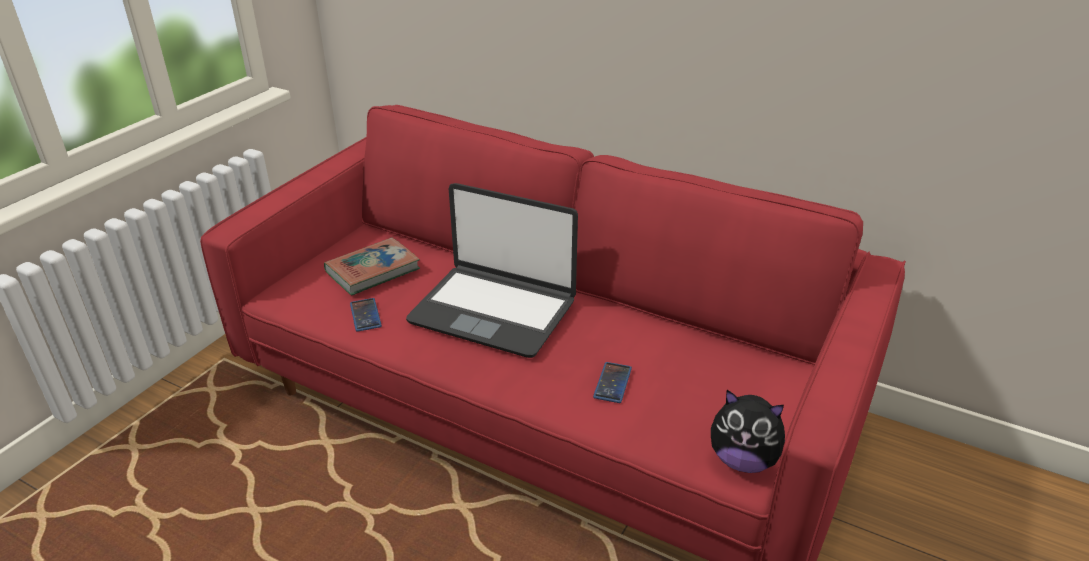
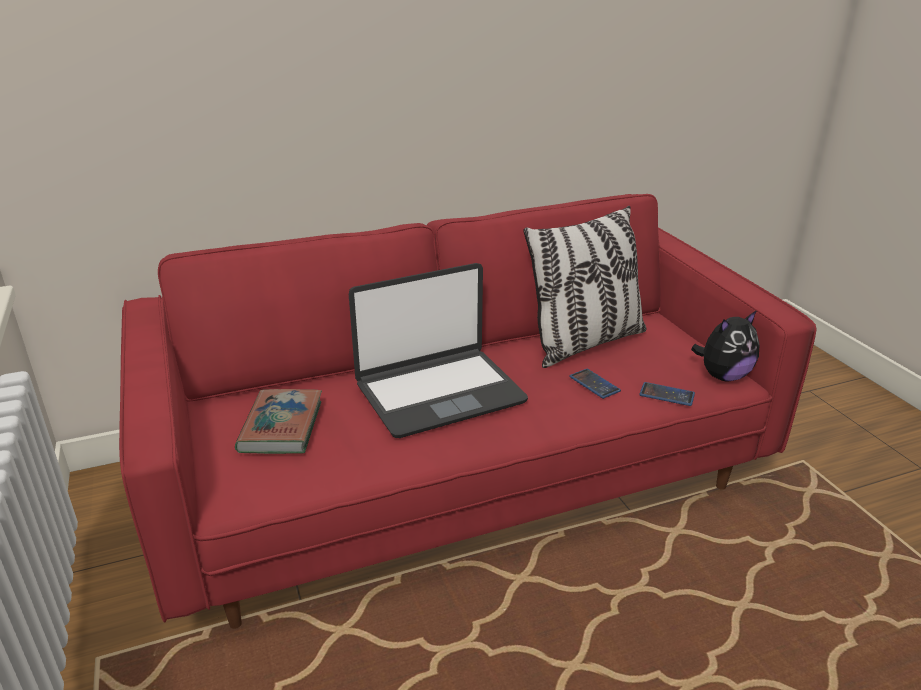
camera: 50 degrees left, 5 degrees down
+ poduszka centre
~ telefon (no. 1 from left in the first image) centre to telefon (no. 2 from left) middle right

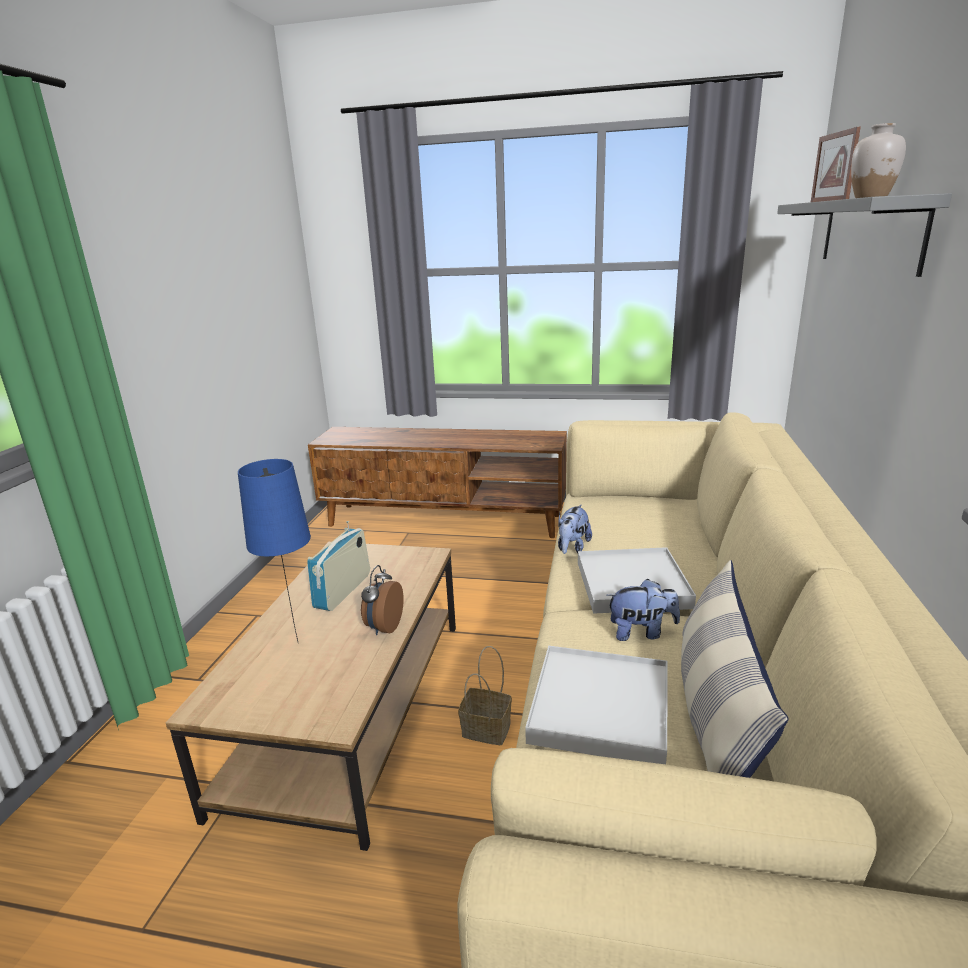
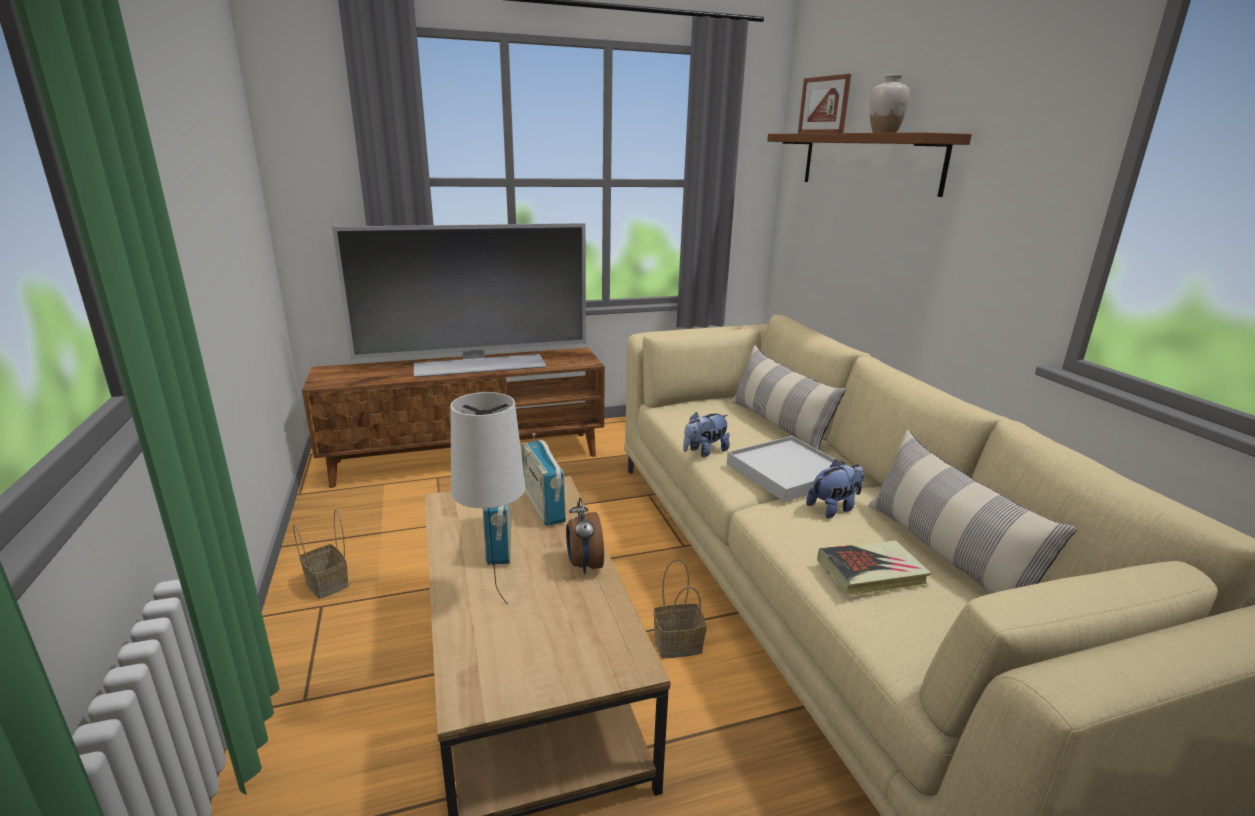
camera: 30 degrees left, 0 degrees up
+ koszyk (no. 1 from left) bottom left
+ telewizor centre
~ lampa stołowa/niebieski middle left to lampa stołowa/biały centre
+ radio (no. 2 from left) centre
~ pluszak (no. 1 from left) centre = centre 60 degrees clockwise
+ poduszka (no. 1 from left) centre
~ półka/szary top right to półka/brązowy top right
~ taca/biały (no. 1 from left) bottom centre to książka bottom right

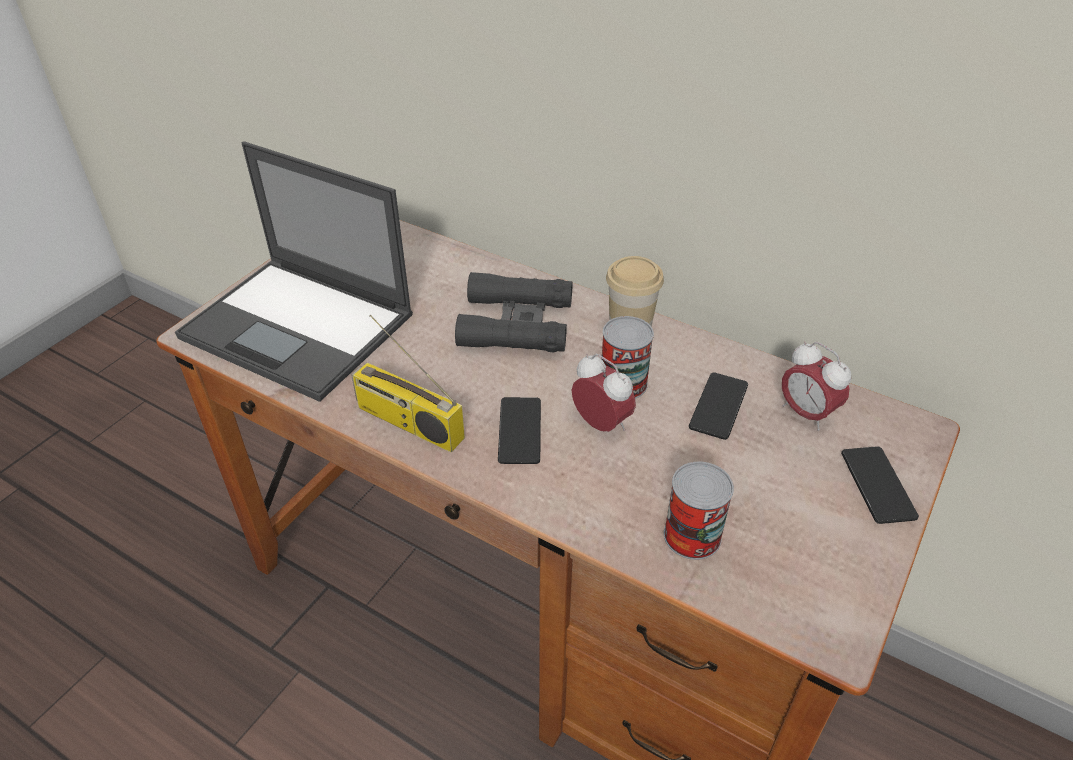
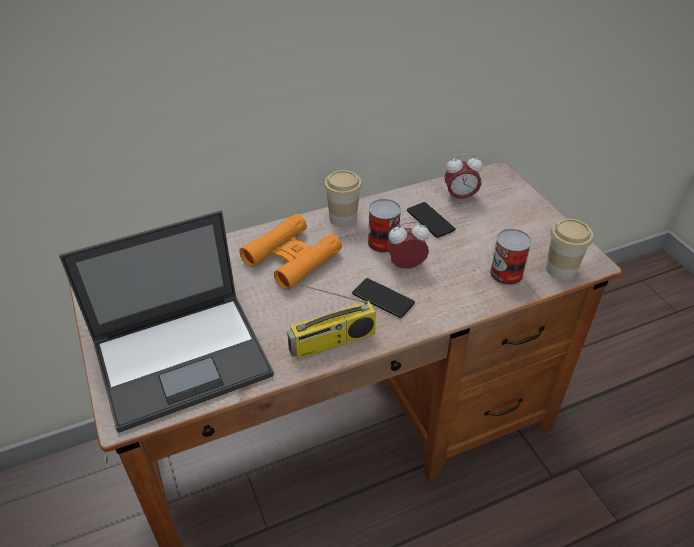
camera: 55 degrees left, 0 degrees up
~ lornetka/czarny centre to lornetka/pomarańczowy centre
+ filiżanka (no. 2 from left) middle right
- telefon (no. 3 from left) middle right

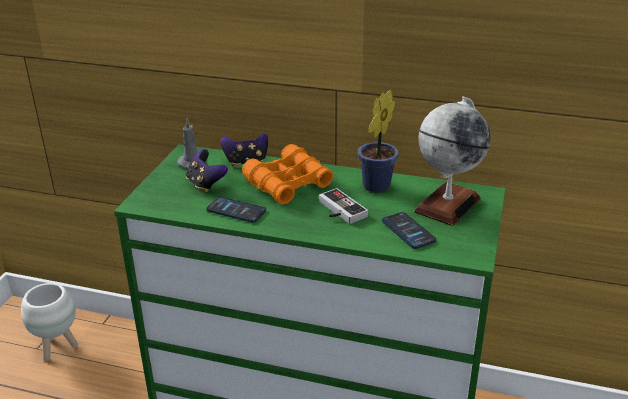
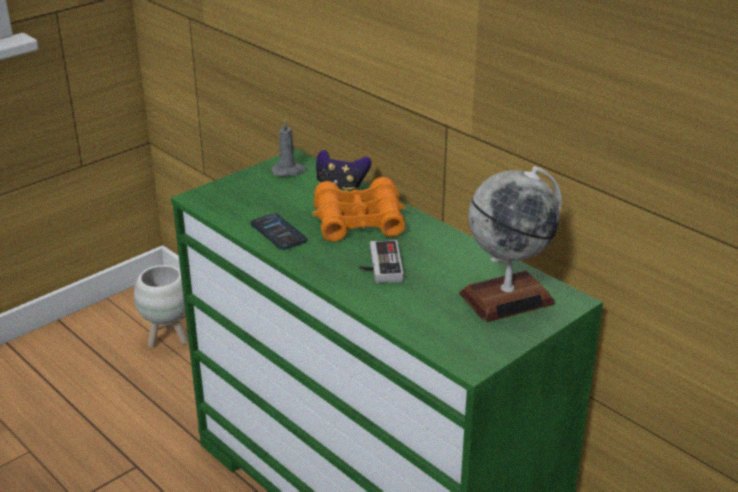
camera: 30 degrees right, 0 degrees up
- pad do gier (no. 1 from left) middle left
- roślina doniczkowa centre
- telefon (no. 2 from left) centre

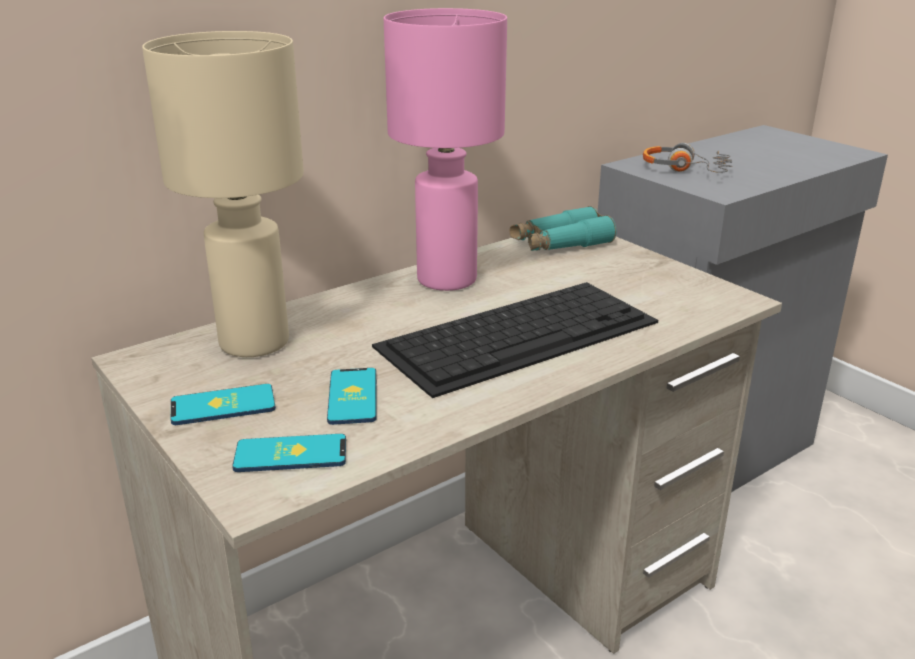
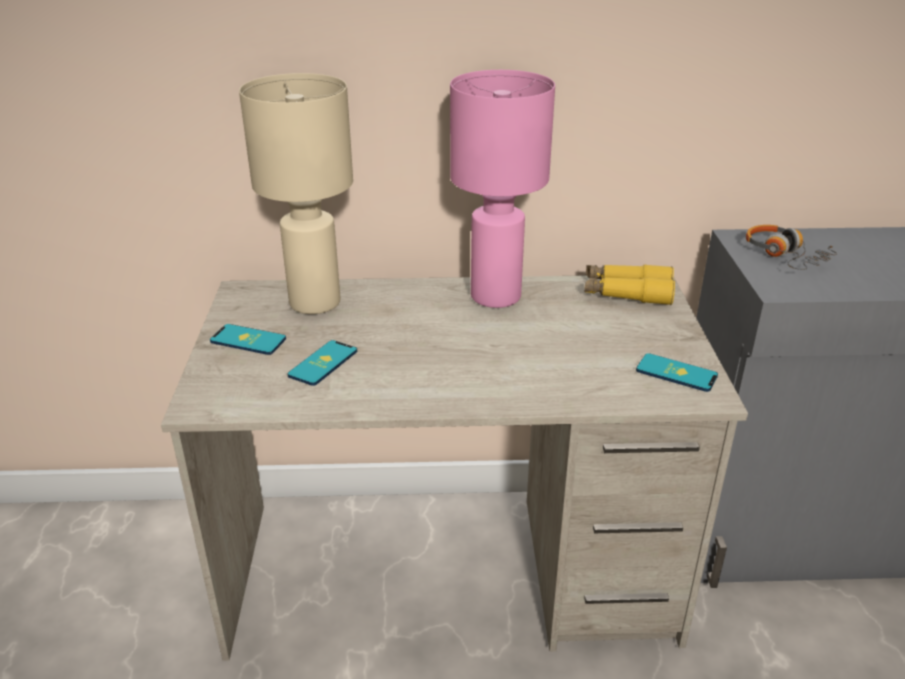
camera: 35 degrees right, 5 degrees up
~ lornetka/turkusowy centre to lornetka/żółty middle right
~ telefon (no. 2 from left in the first image) bottom left to telefon (no. 3 from left) middle right
- klawiatura centre

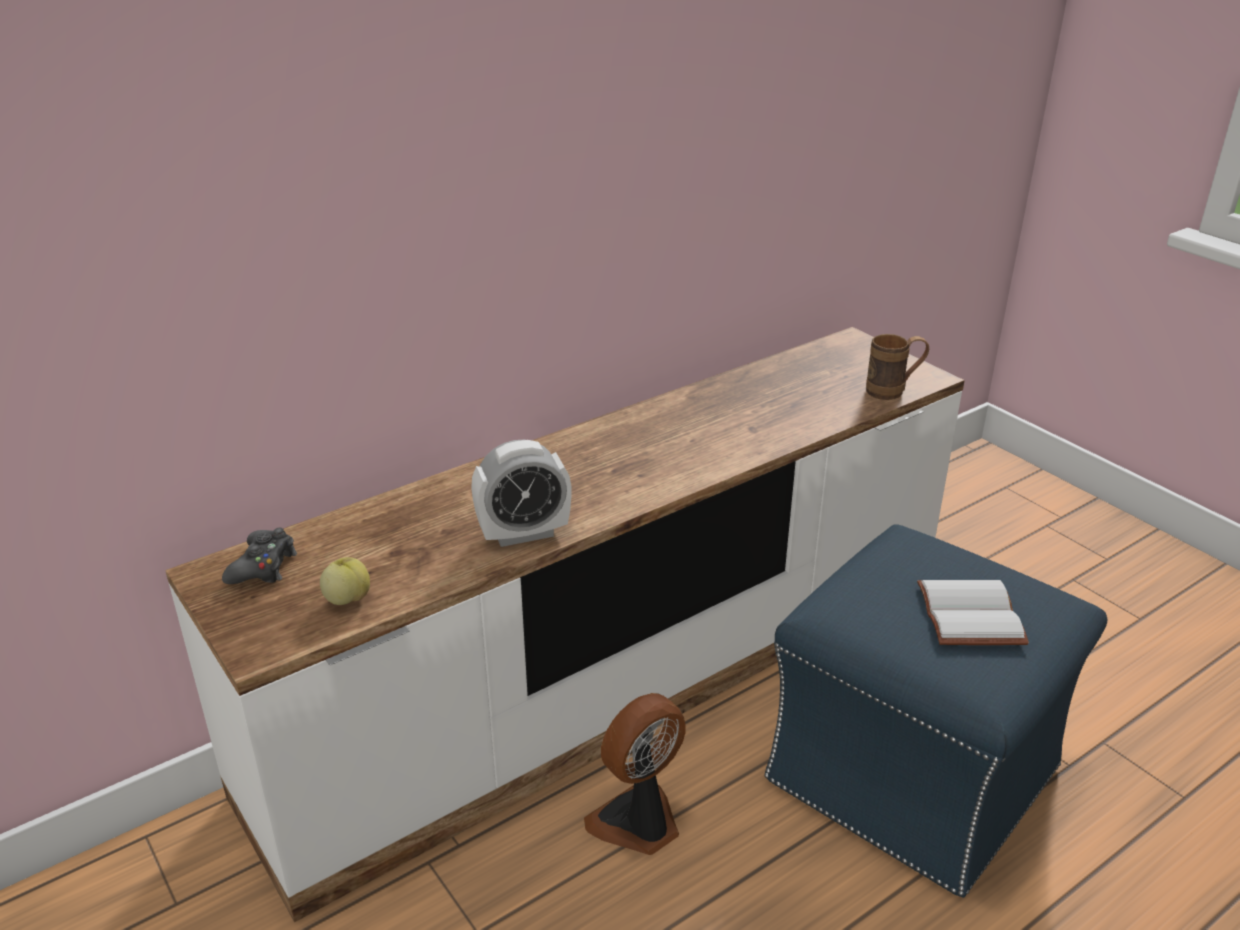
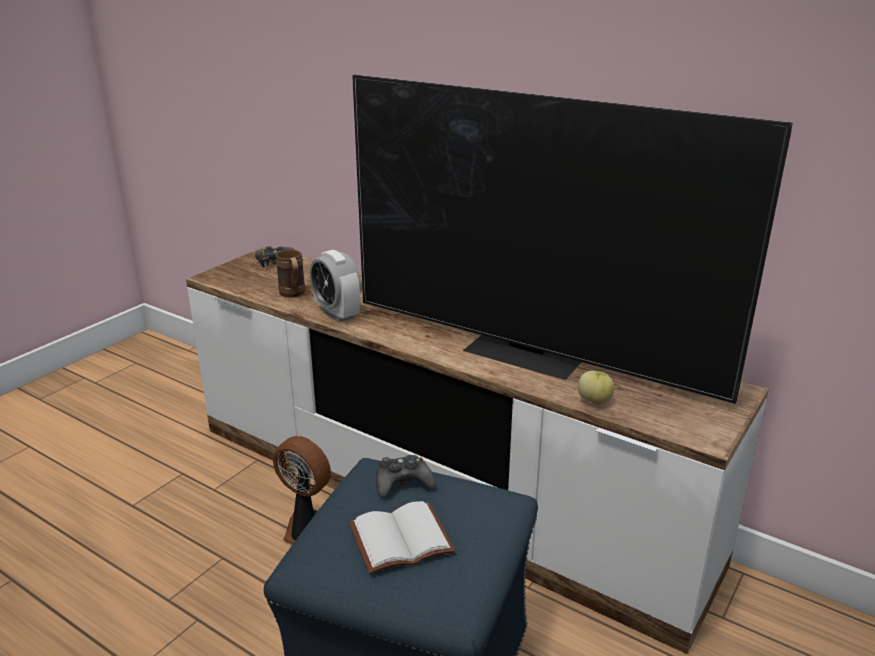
camera: 70 degrees right, 5 degrees down
~ kubek/brązowy middle right to middle left
+ telewizor centre
+ pad do gier/czarny (no. 2 from left) bottom centre
~ jabłko middle left to middle right

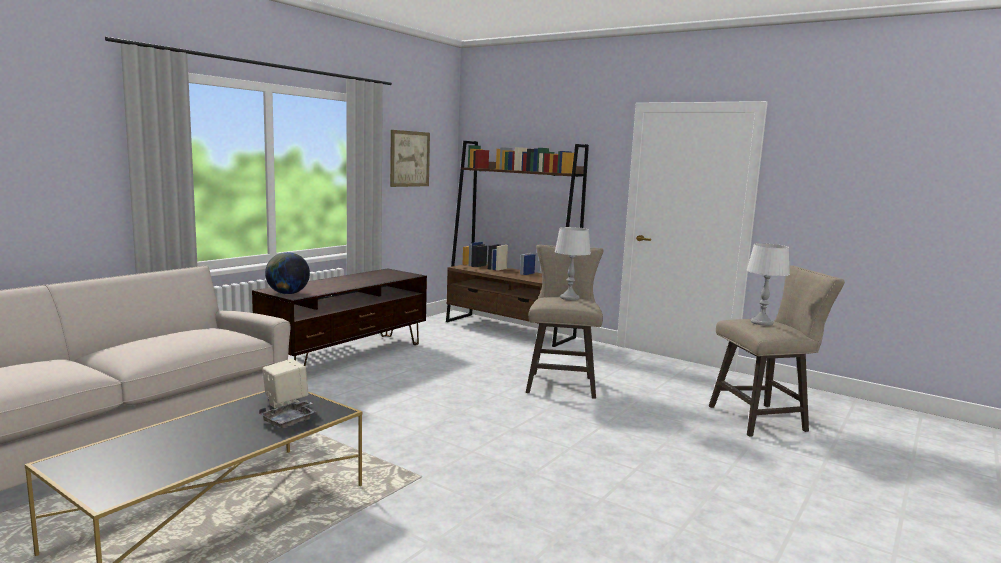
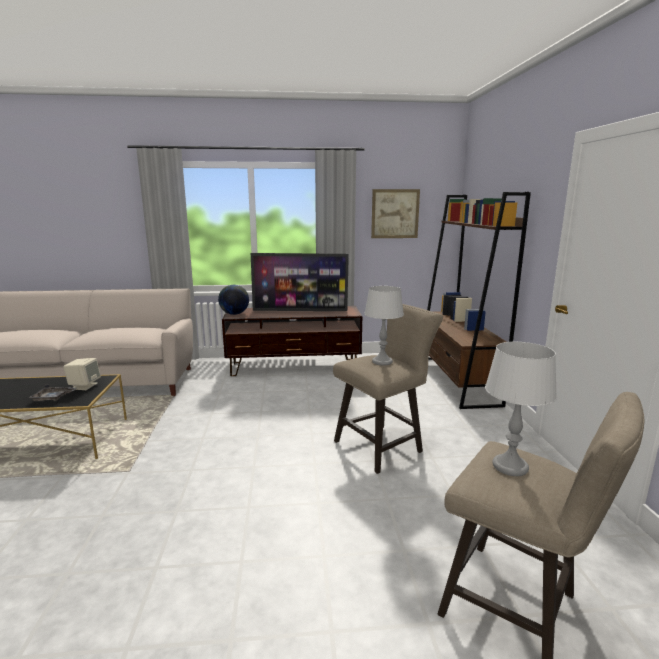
camera: 50 degrees right, 5 degrees up
+ telewizor centre

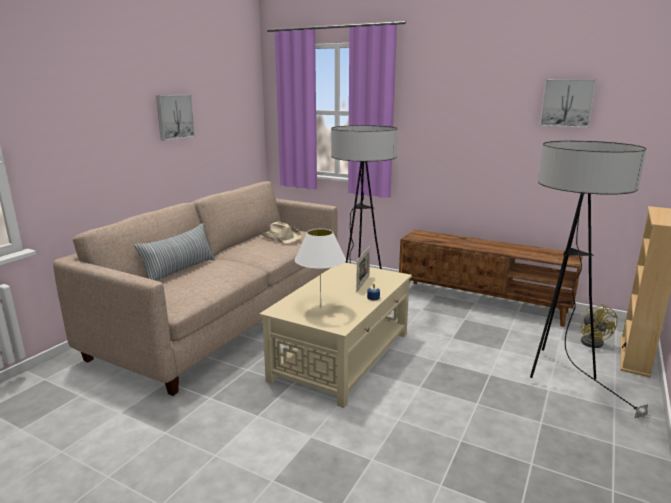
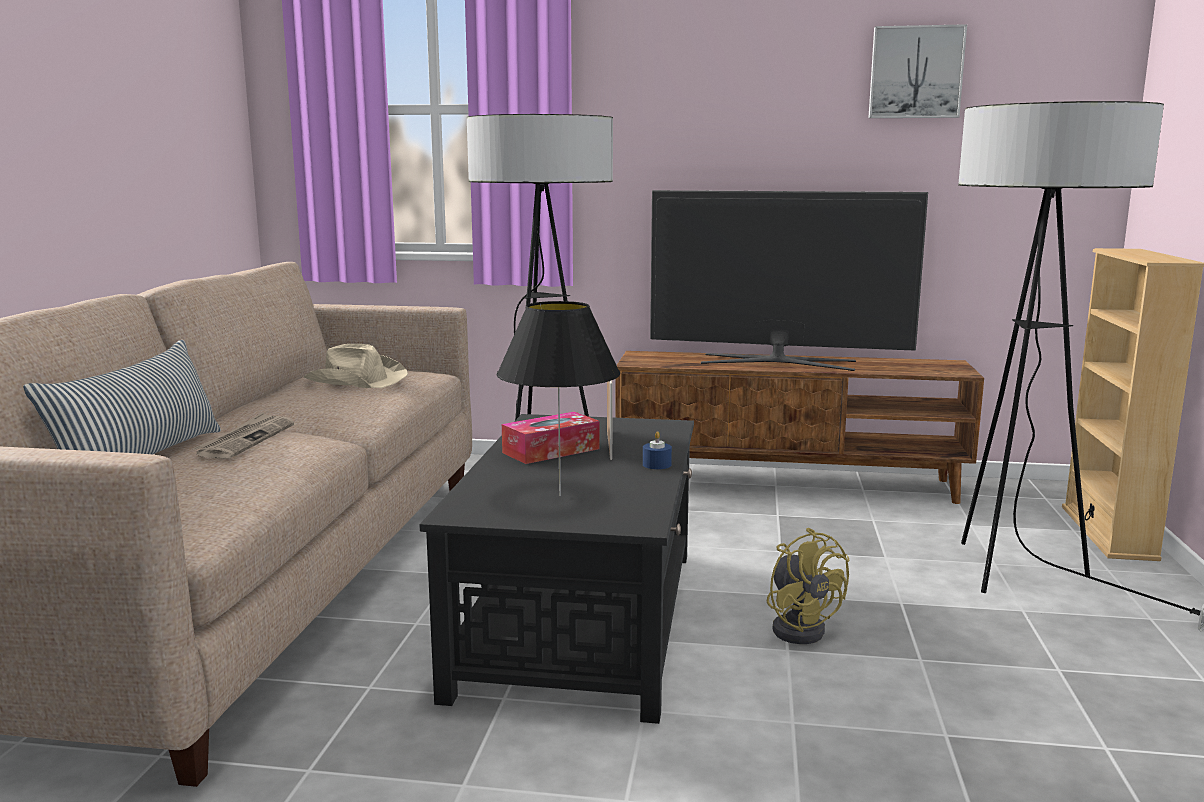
camera: 20 degrees left, 5 degrees down
+ gazeta middle left
~ ława/beżowy centre to ława/czarny bottom centre
~ lampa stołowa/biały centre to lampa stołowa/czarny centre
+ pudełko chusteczek centre
+ telewizor centre
~ wentylator/żółty middle right to bottom right
- obraz (no. 1 from left) top left

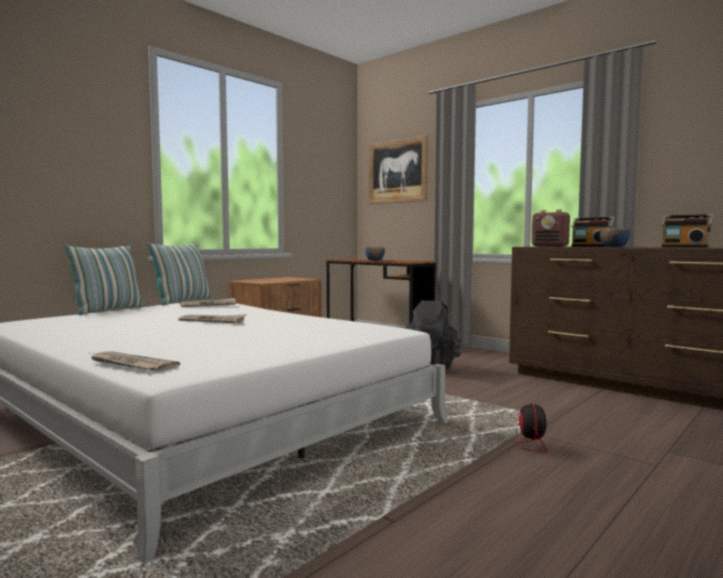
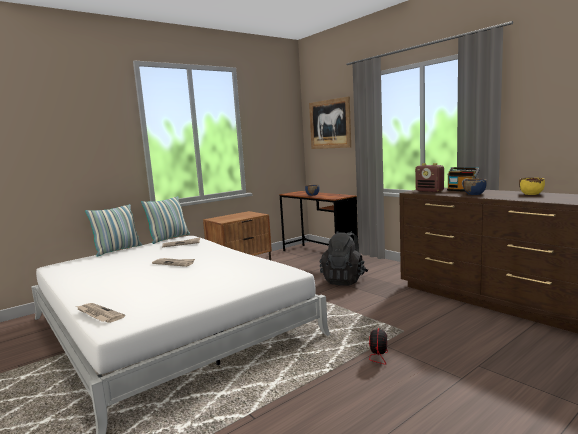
camera: 10 degrees right, 5 degrees up
~ radio (no. 3 from left) middle right to miska/żółty middle right

